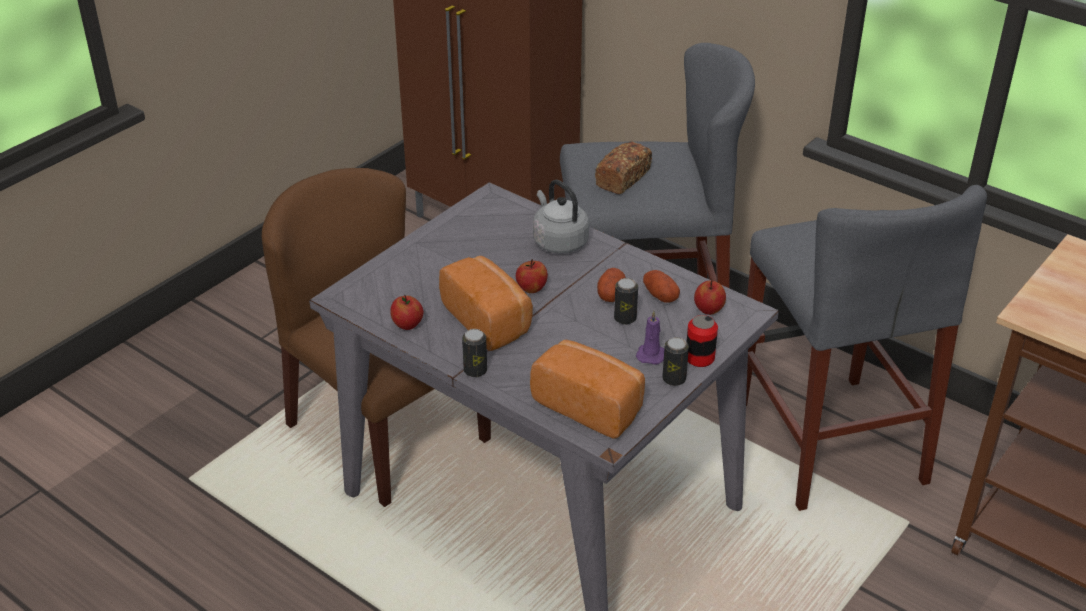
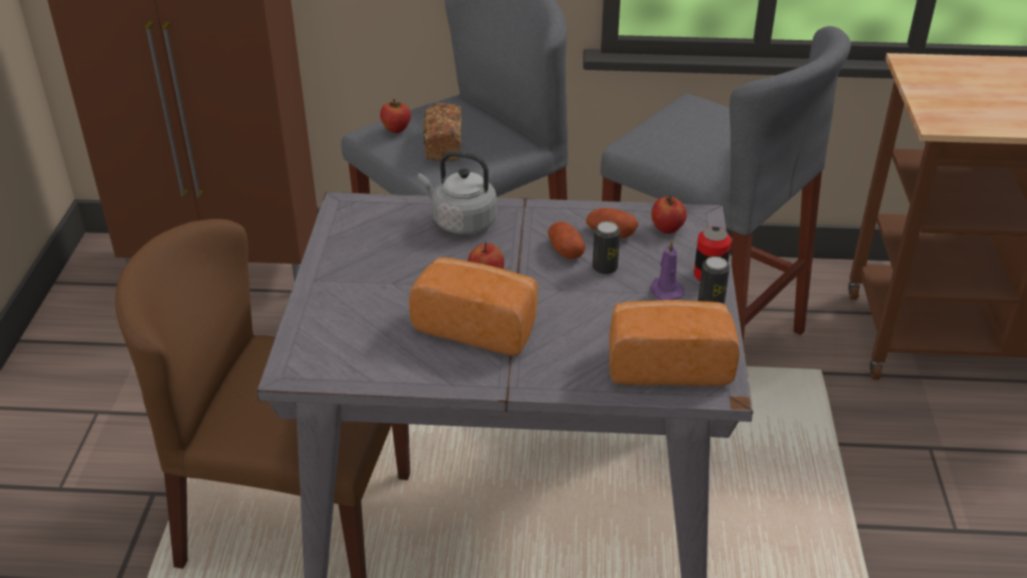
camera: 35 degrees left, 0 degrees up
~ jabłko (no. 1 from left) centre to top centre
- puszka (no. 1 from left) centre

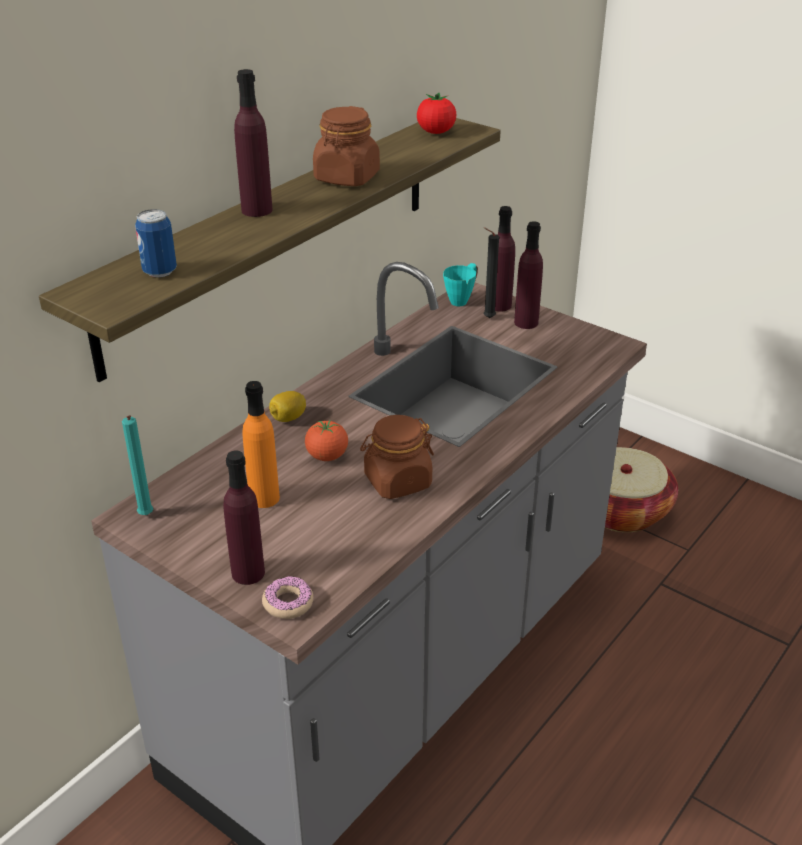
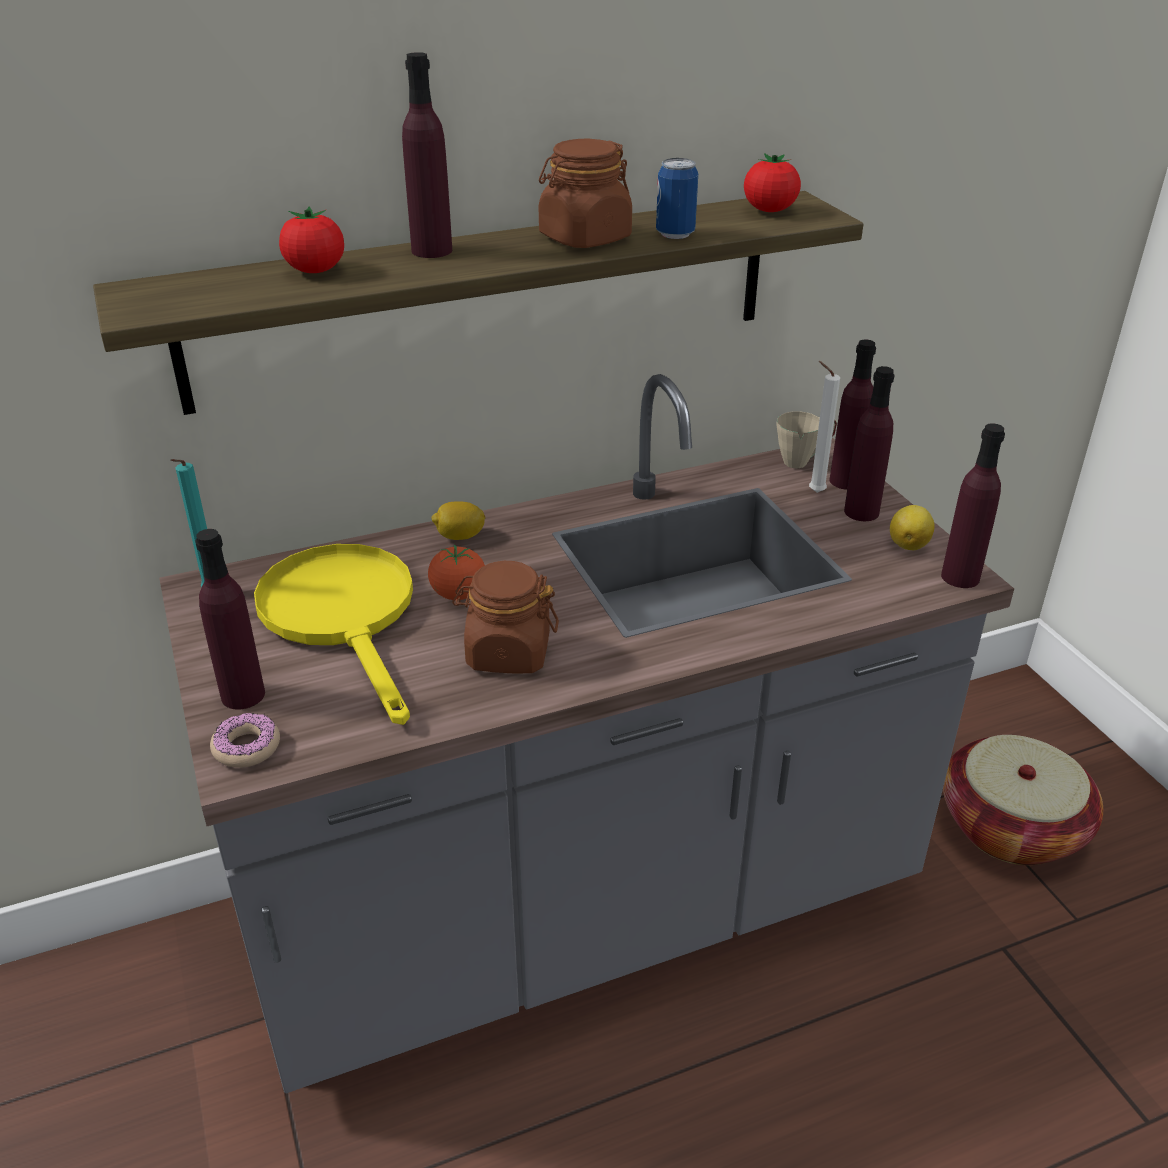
camera: 30 degrees right, 0 degrees up
~ butelka/pomarańczowy middle left to patelnia/żółty middle left
+ pomidor (no. 1 from left) top left
~ puszka top left to top centre
~ kubek/turkusowy centre to kubek/beżowy middle right
~ świeca/czarny top centre to świeca/biały middle right
+ cytryna (no. 2 from left) middle right
+ butelka/fioletowy (no. 5 from left) middle right

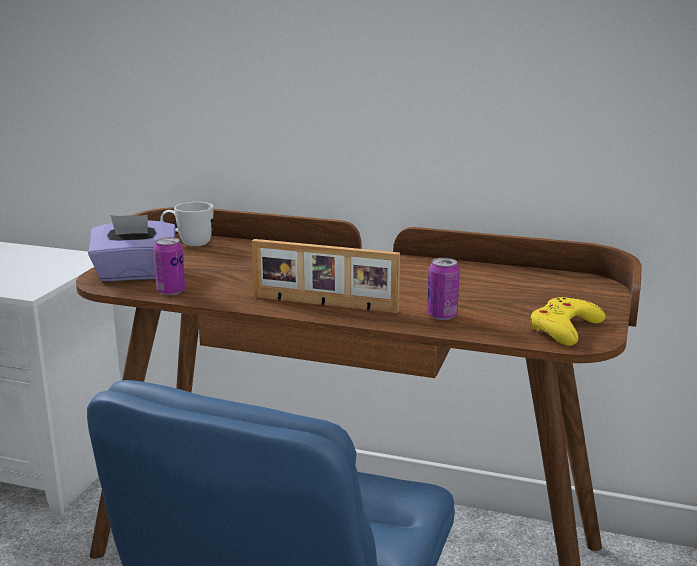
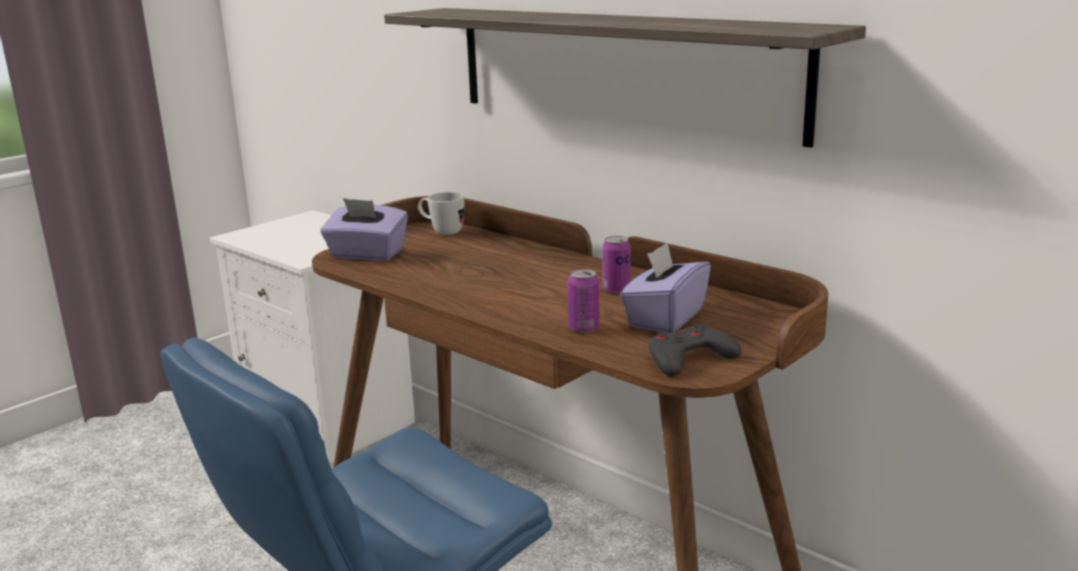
camera: 25 degrees right, 0 degrees up
+ półka top centre
~ puszka (no. 1 from left in the first image) middle left to puszka (no. 2 from left) centre
+ pudełko chusteczek/fioletowy (no. 2 from left) centre
~ pad do gier/żółty middle right to pad do gier/szary centre
- ramka na zdjęcie centre

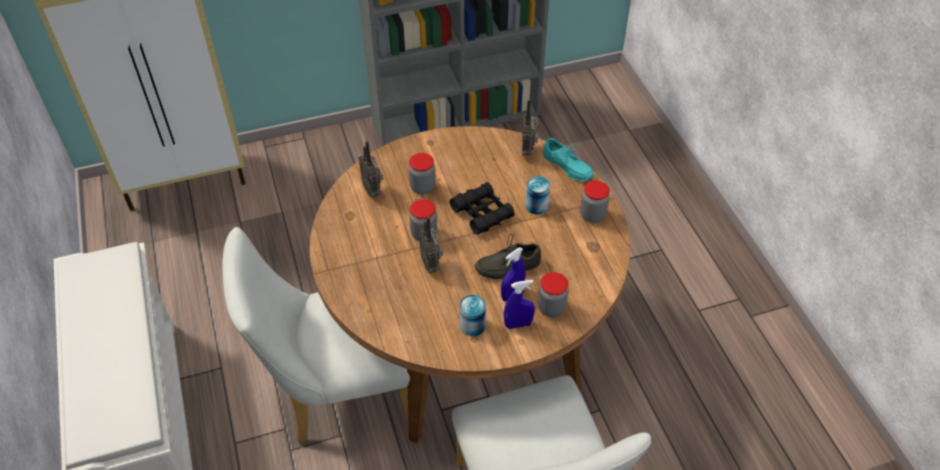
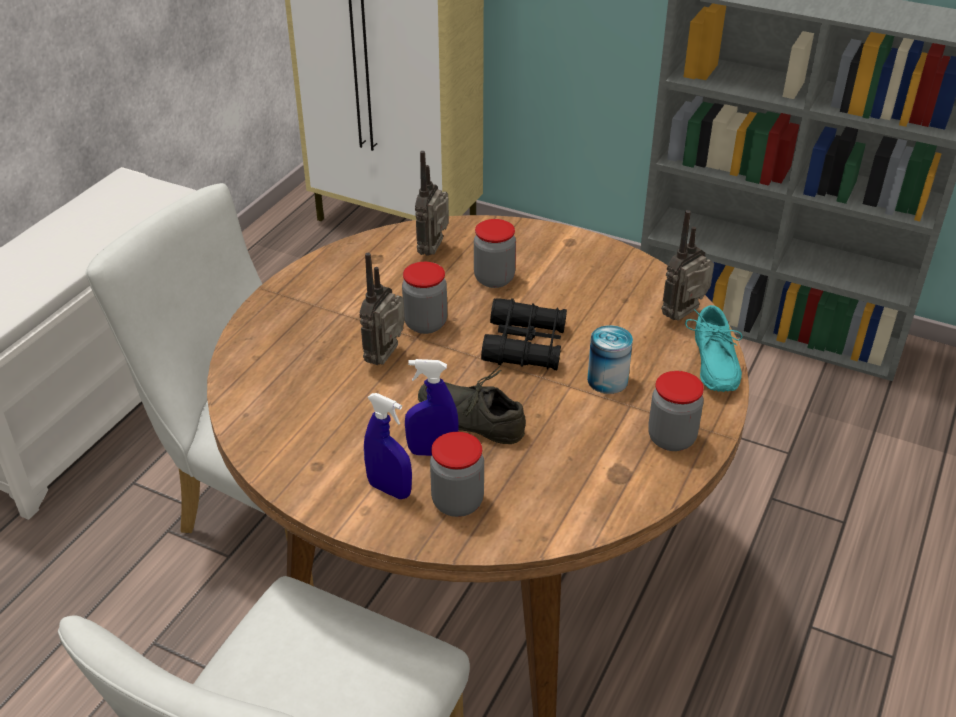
camera: 45 degrees right, 10 degrees down
- puszka (no. 1 from left) bottom centre

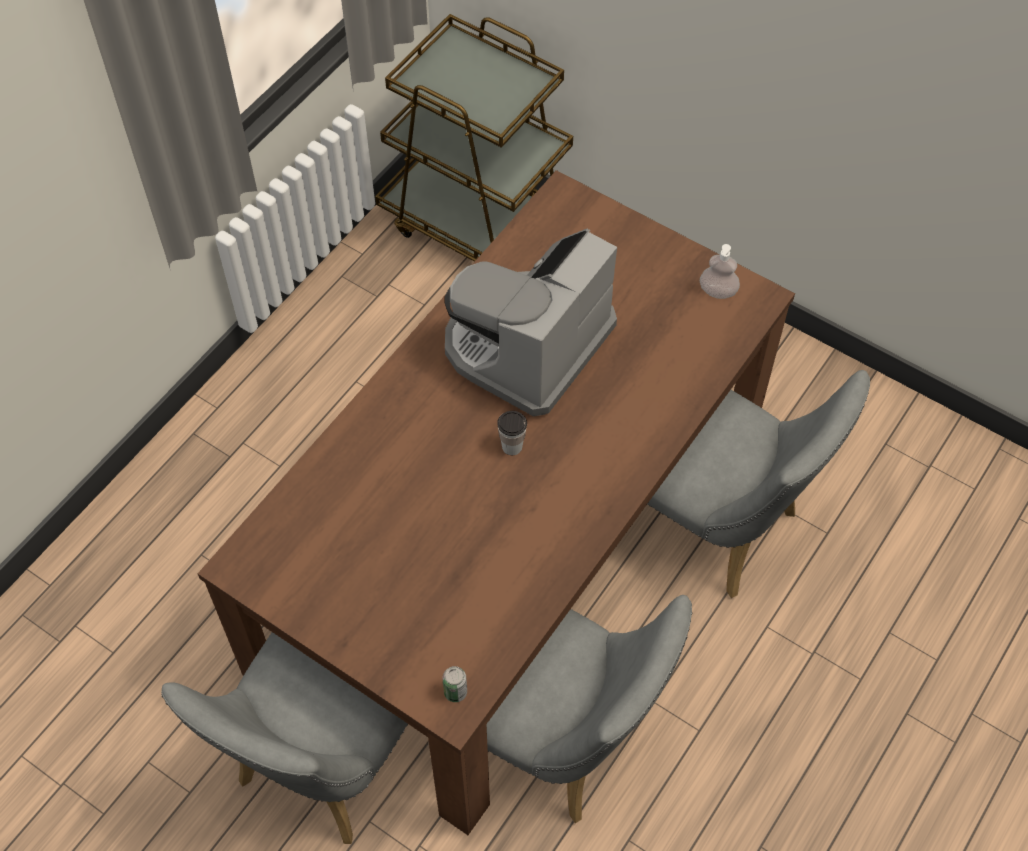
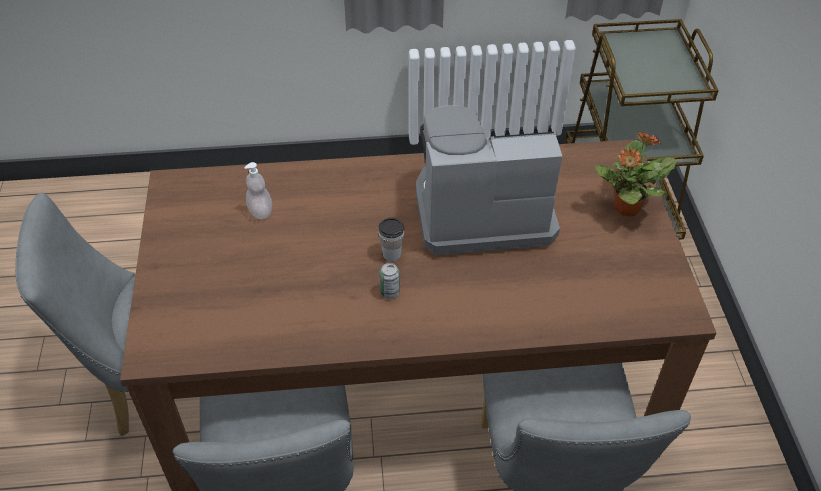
camera: 50 degrees right, 10 degrees down
~ dozownik mydła top right to middle left
~ puszka bottom centre to centre
+ roślina doniczkowa middle right

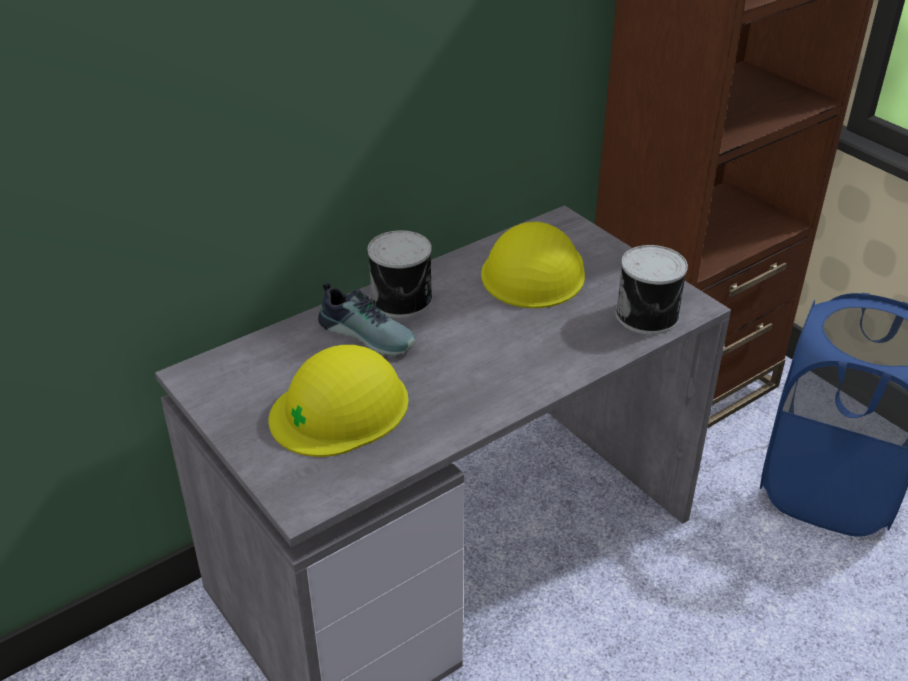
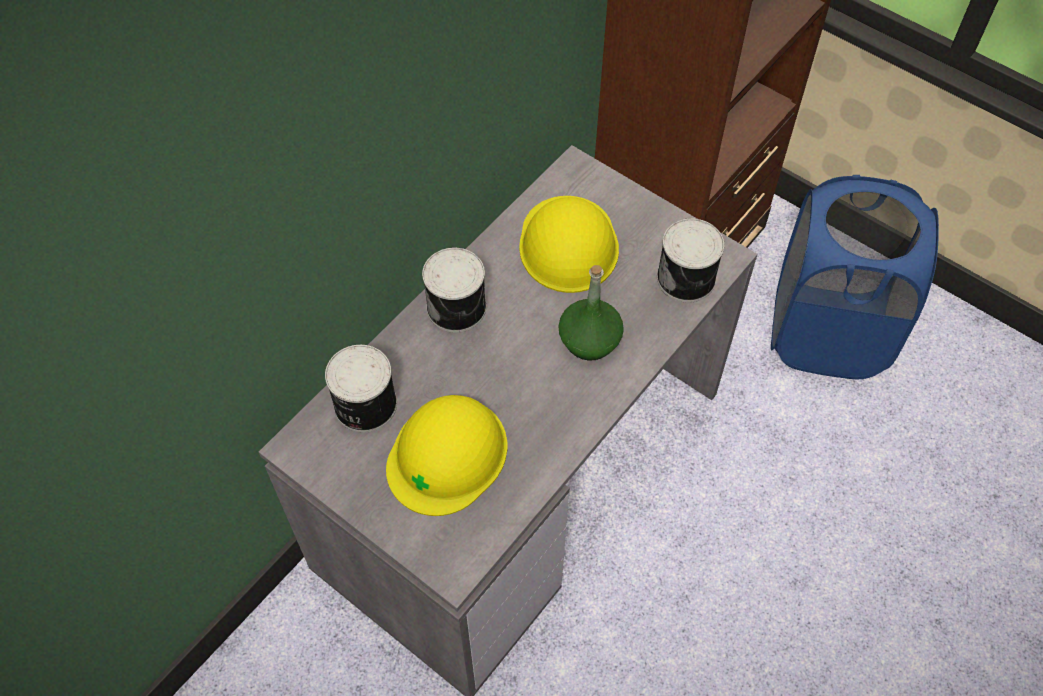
camera: 15 degrees left, 20 degrees up
+ puszka (no. 1 from left) centre
+ butelka/zielony centre
- but centre

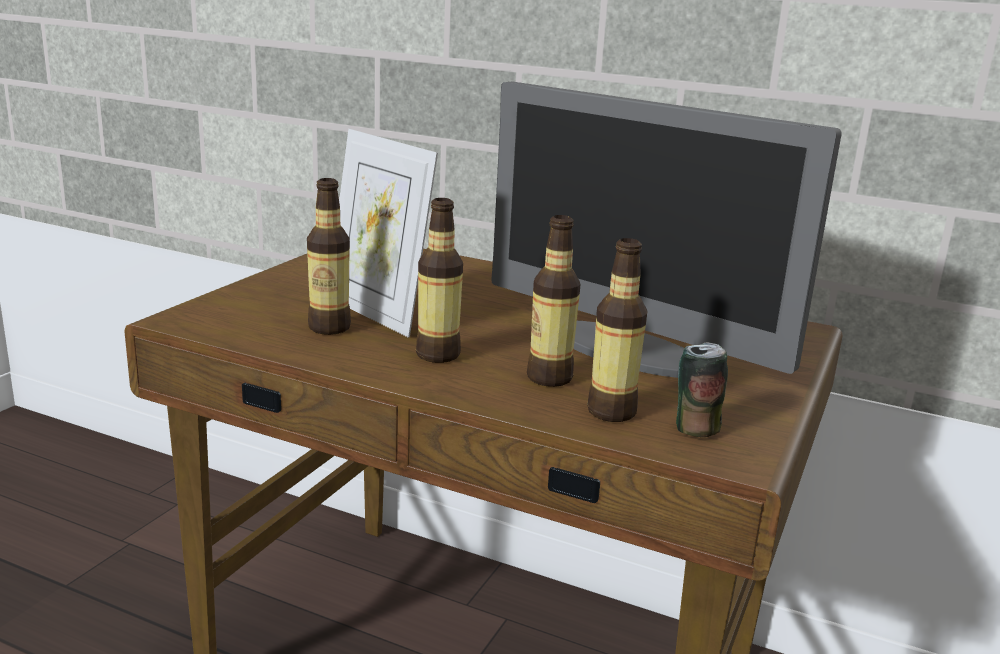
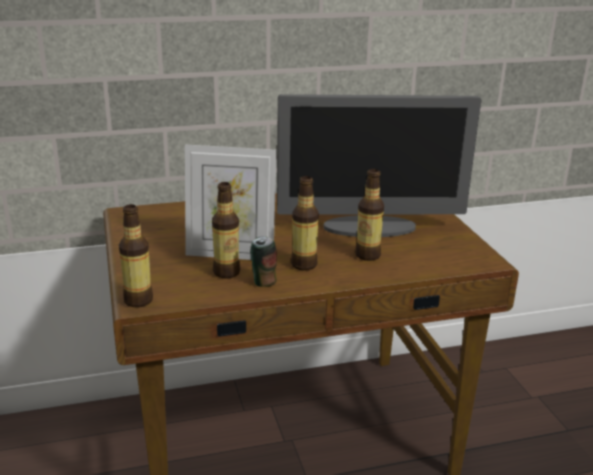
camera: 40 degrees left, 5 degrees up
~ butelka (no. 4 from left in the first image) centre to butelka (no. 1 from left) middle left
~ puszka middle right to centre

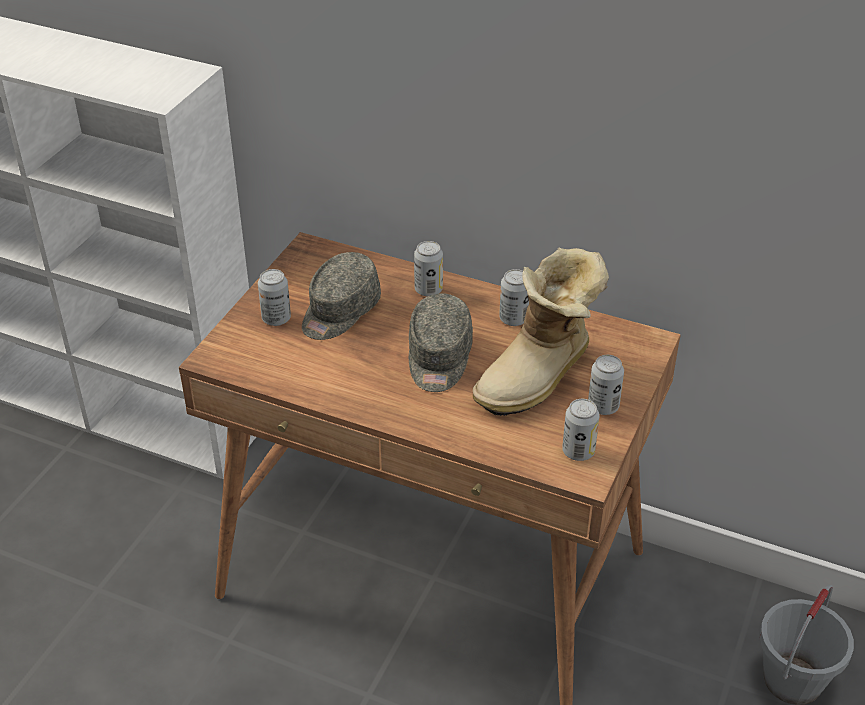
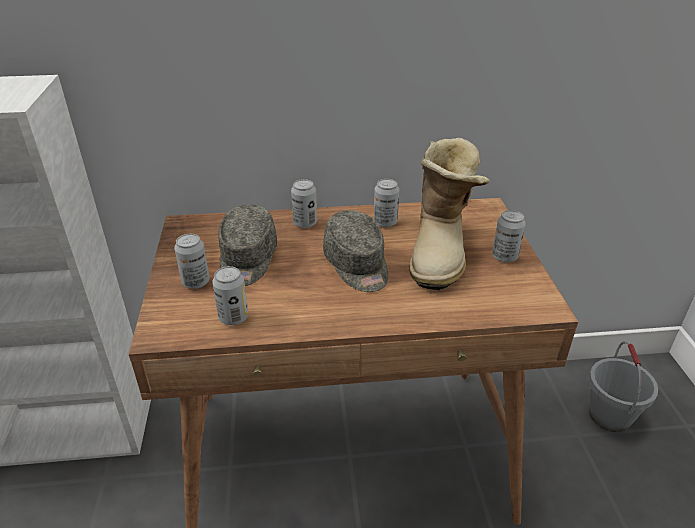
camera: 30 degrees left, 5 degrees down
~ puszka (no. 4 from left in the first image) middle right to puszka (no. 2 from left) middle left

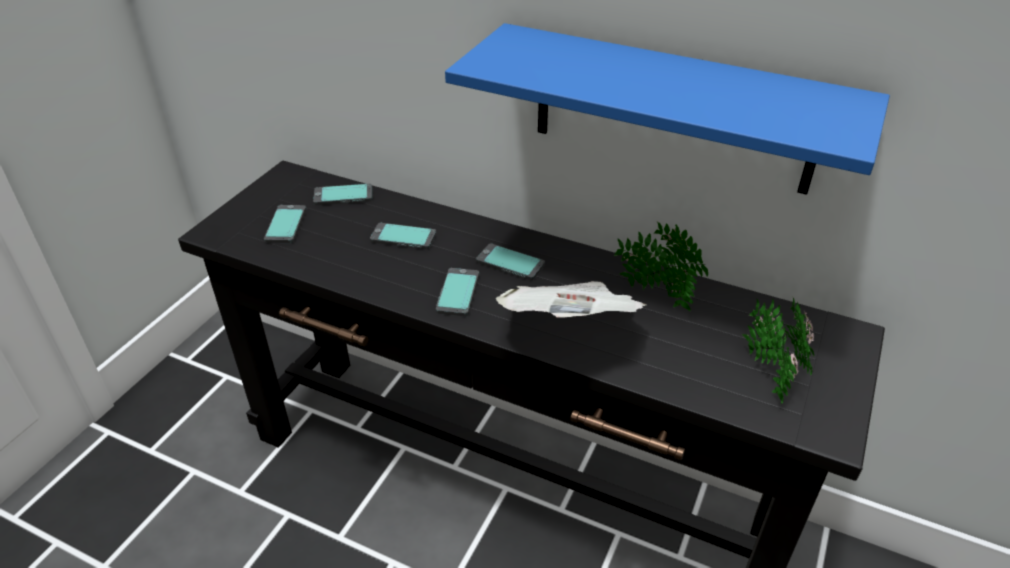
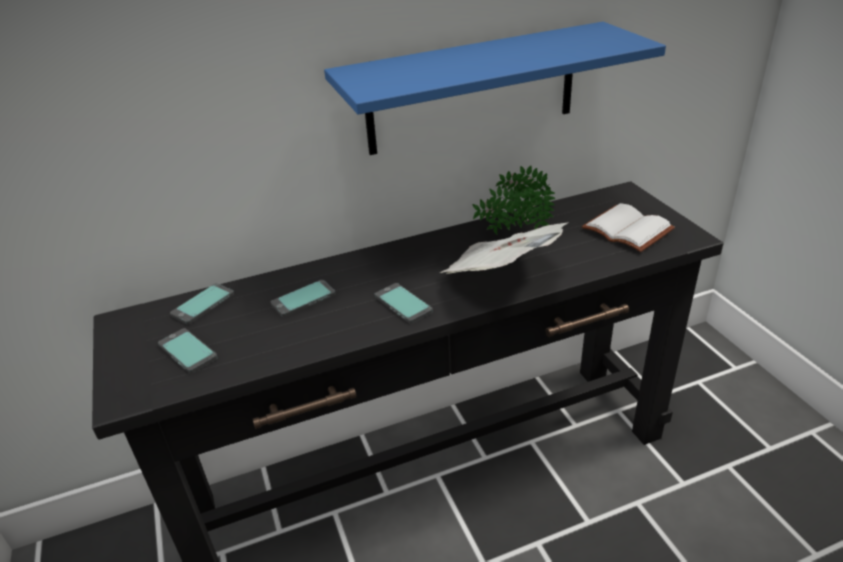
camera: 45 degrees left, 5 degrees down
~ roślina doniczkowa (no. 2 from left) middle right to książka/biały middle right
- telefon (no. 5 from left) centre

